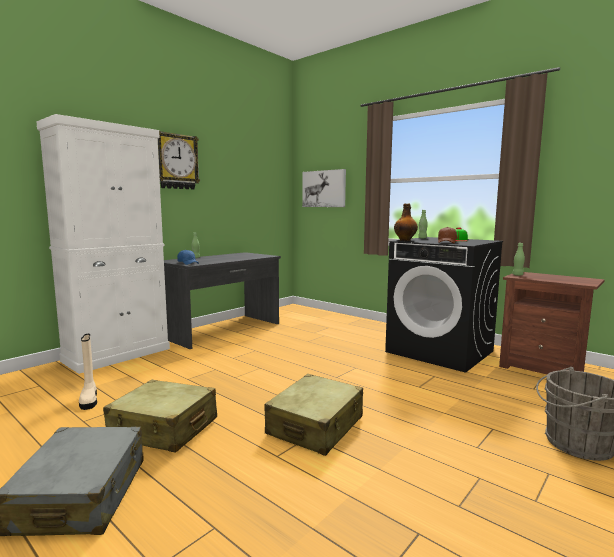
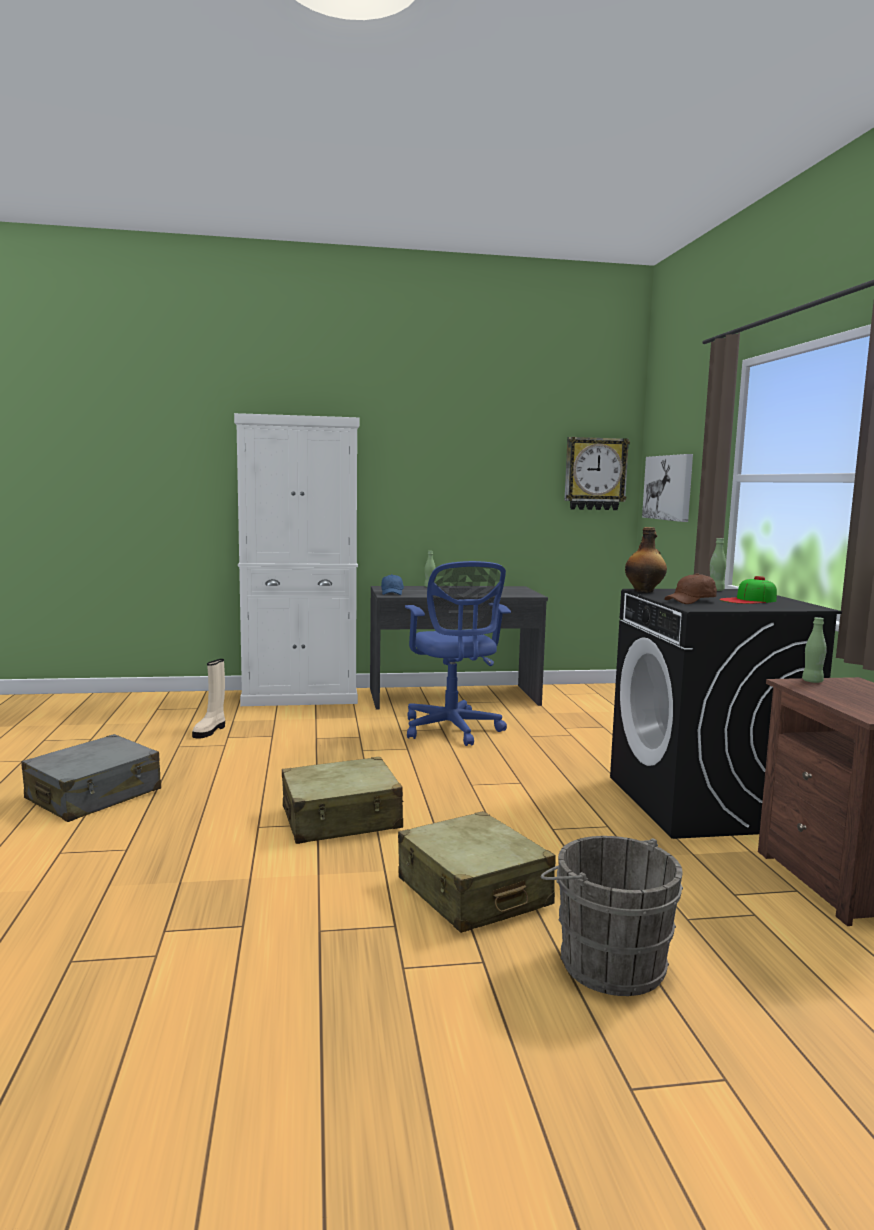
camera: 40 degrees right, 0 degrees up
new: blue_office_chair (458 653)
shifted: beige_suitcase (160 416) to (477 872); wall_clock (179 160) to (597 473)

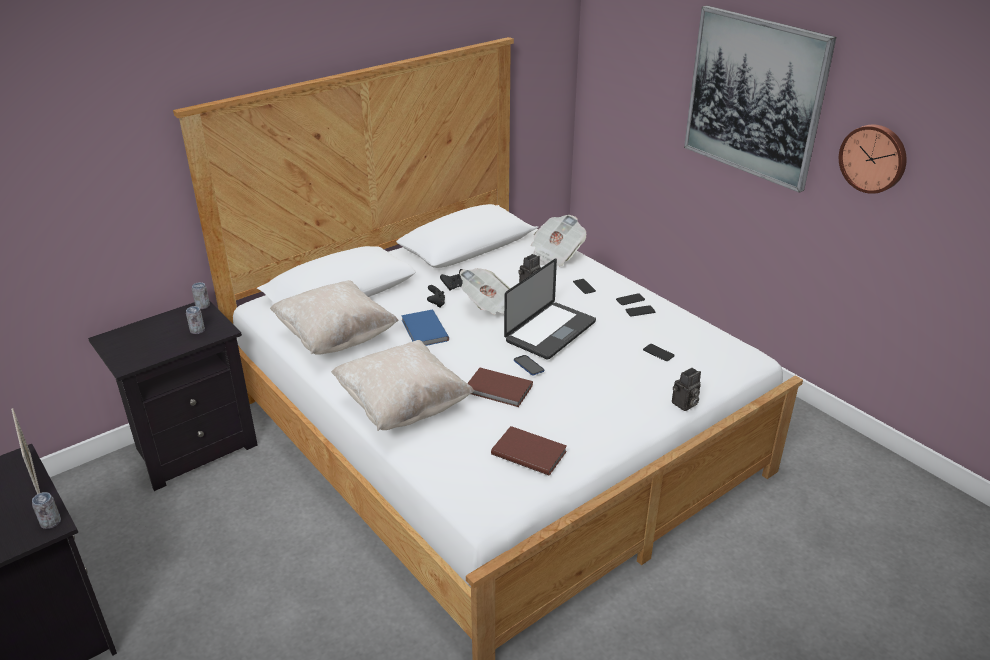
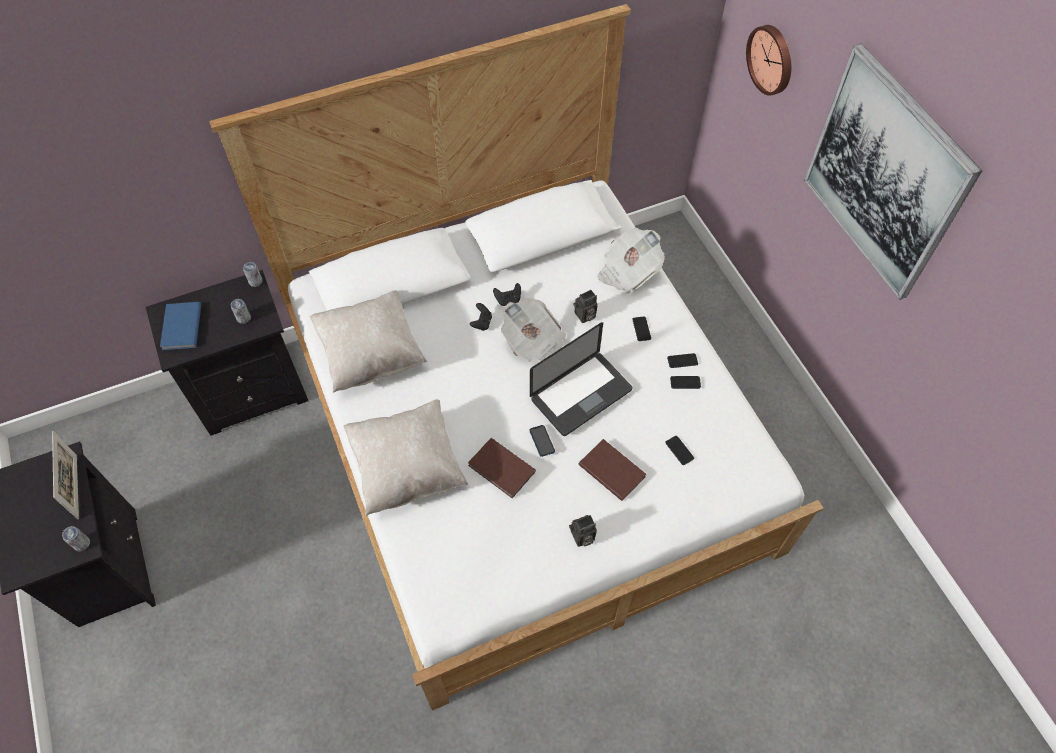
camera: 15 degrees right, 25 degrees up
shifted: blue_book (425 328) to (180 326); brown_book (529 450) to (612 470); photo_camera (686 389) to (583 531); wall_clock (873 159) to (768 60)

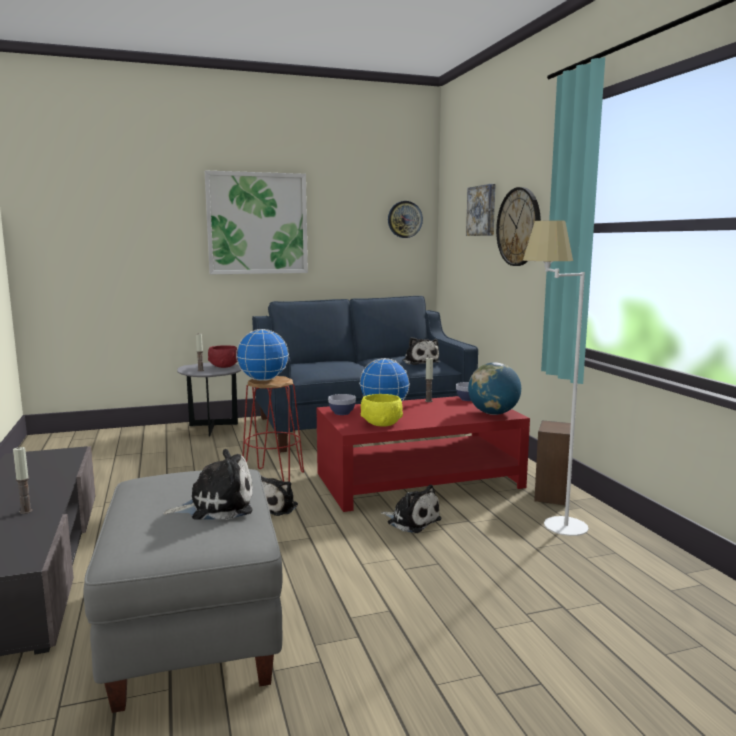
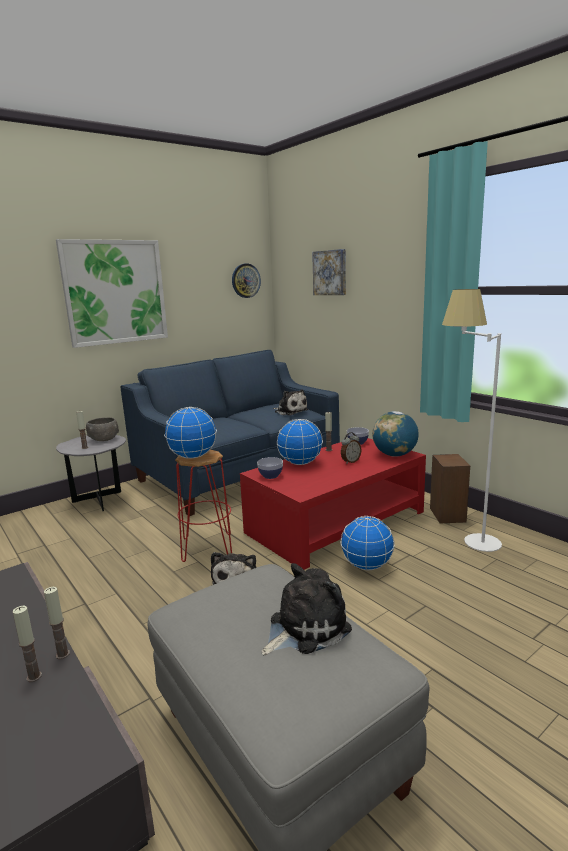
camera: 20 degrees left, 5 degrees up
gone: yellow_bowl (382 410); wall_clock (518 226)
new: candle (57 623); alarm_clock (351 448)
swapped: plush_toy (411 509) to globe (368 543)
repainted: red_bowl (223 356) to grey_bowl (102 429)

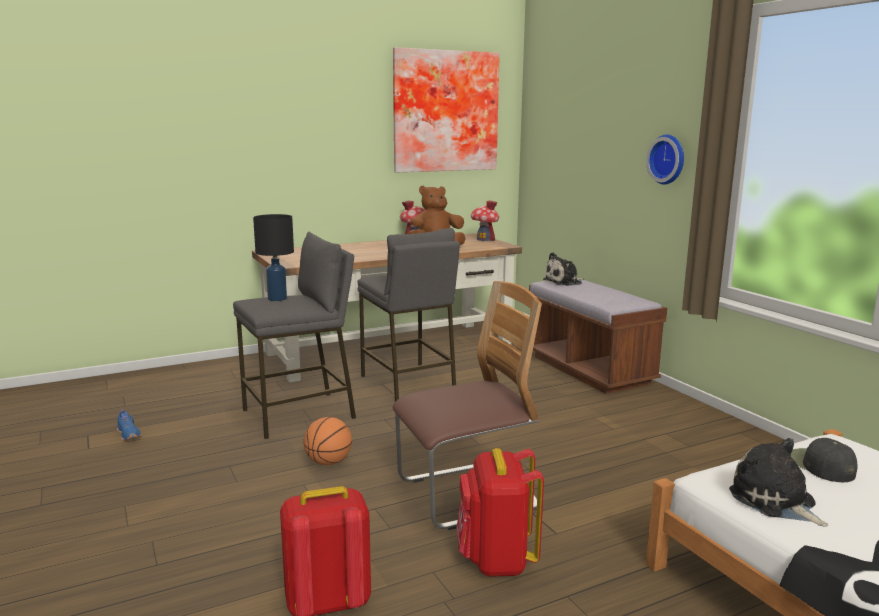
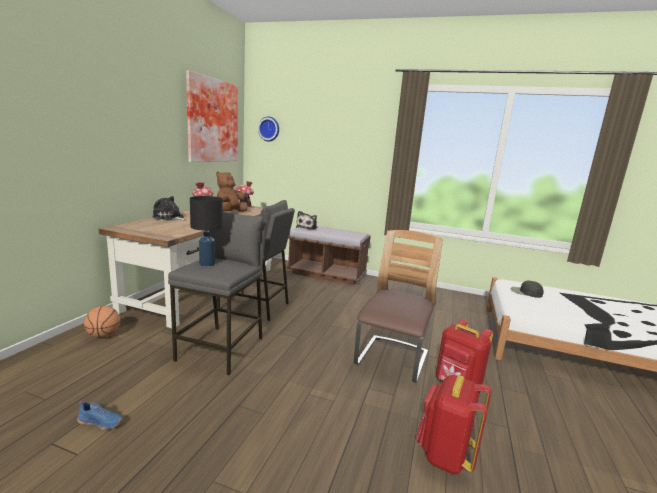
camera: 45 degrees left, 0 degrees up
shifted: basketball (328 441) to (102 322); wall_clock (665 160) to (268 129); plush_toy (778 482) to (169 208)

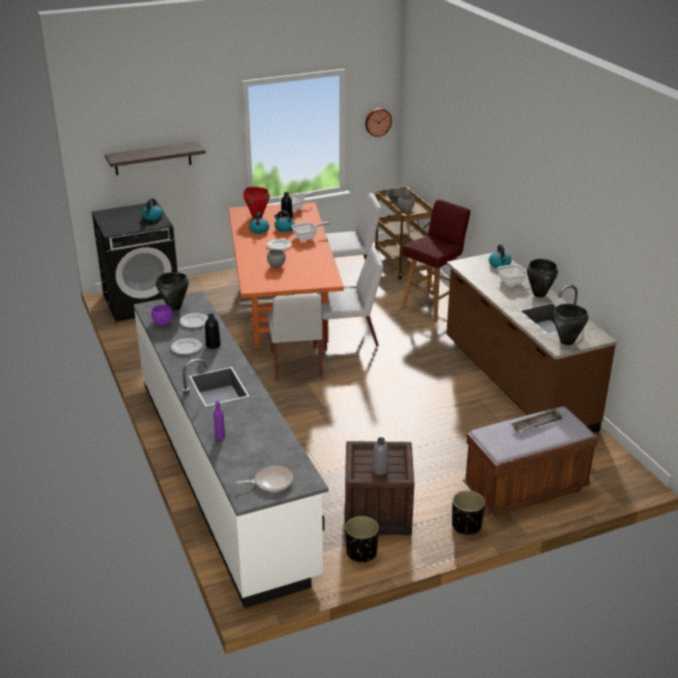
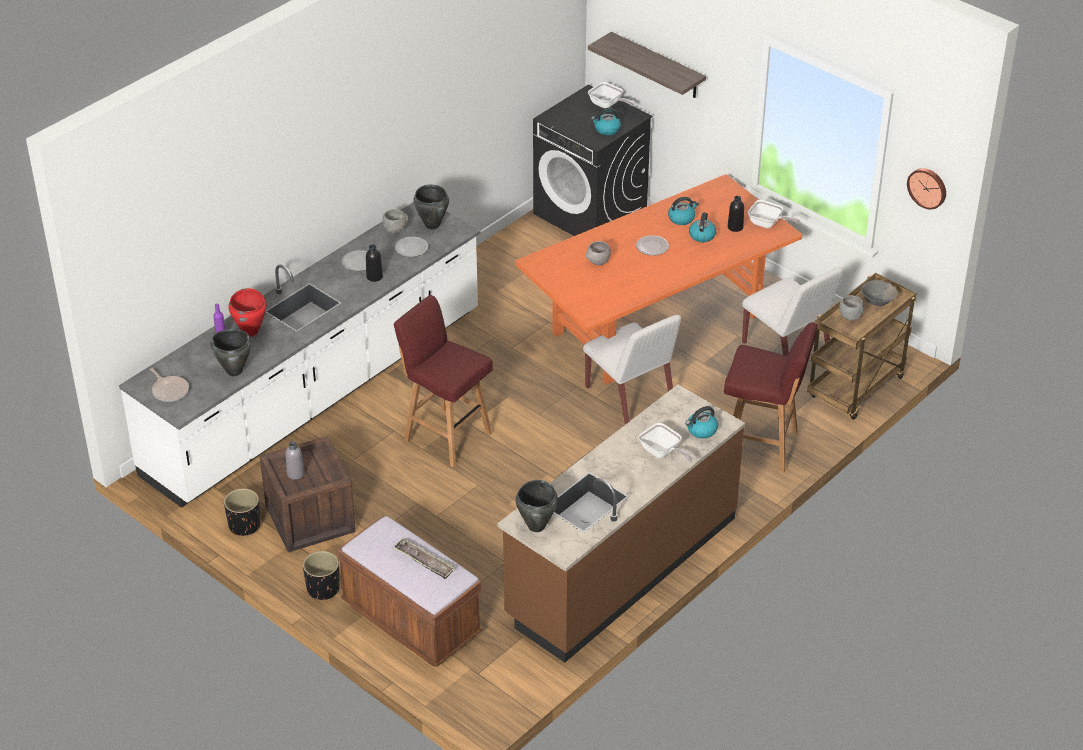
camera: 65 degrees right, 10 degrees up
gone: white_chair (295 337)
new: red_stool (443 381)
shifted: red_cooking_pot (256 202) to (247 312); frying_pan (310 231) to (611 95); black_cooking_pot (542 278) to (231 352)
repainted: purple_bowl (162 315) to grey_bowl (395 221)

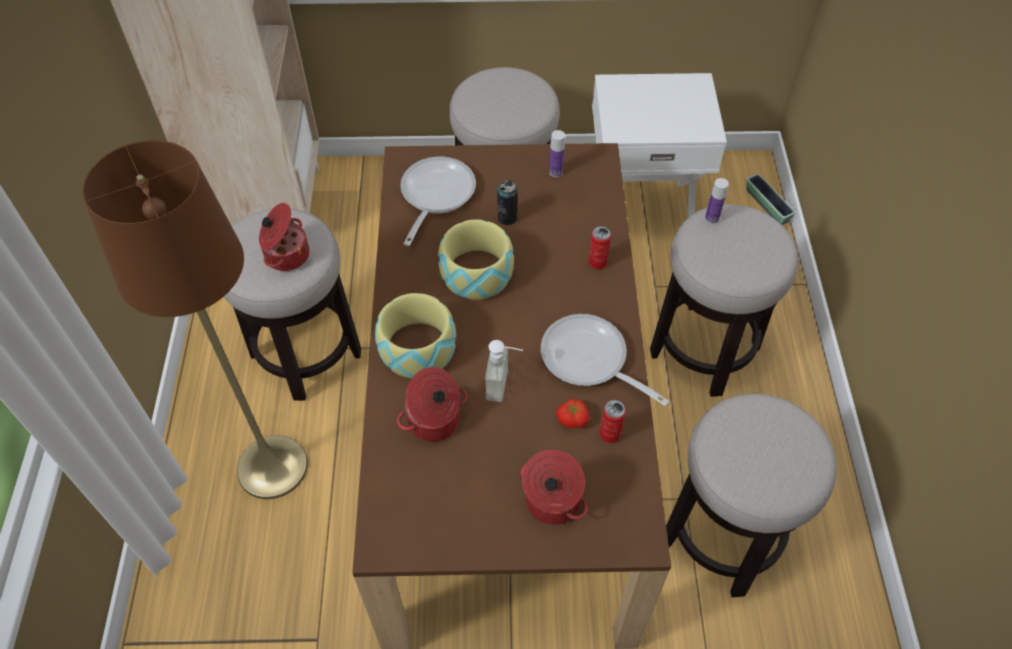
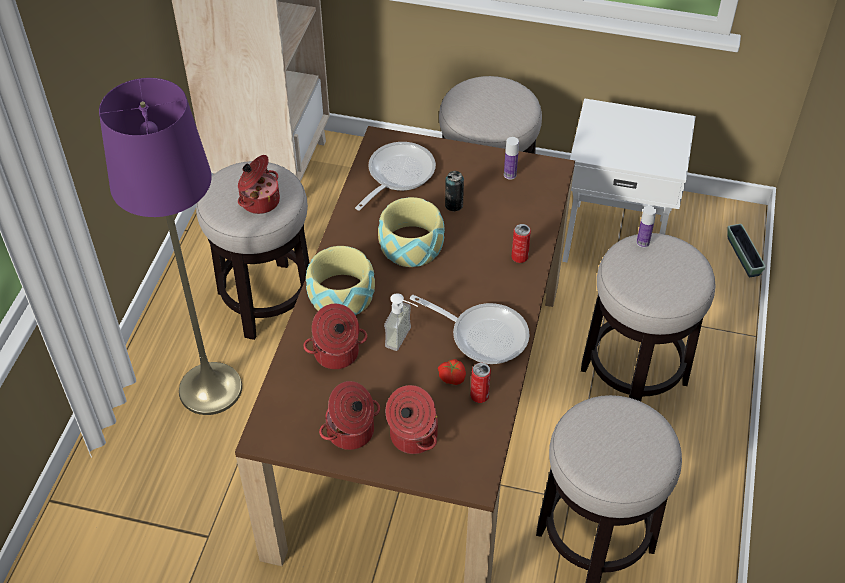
camera: 15 degrees right, 5 degrees down
new: cooking_pot (349 415)
repainted: brown_floor_lamp (195 319) to purple_floor_lamp (170 246)
rotated: frying_pan (605 360) = (470 329) 150 degrees clockwise

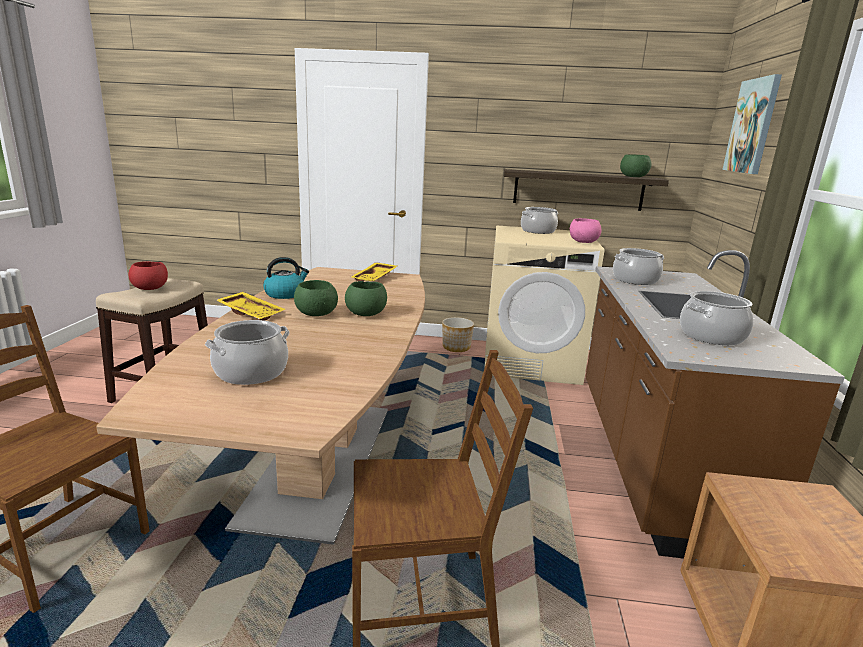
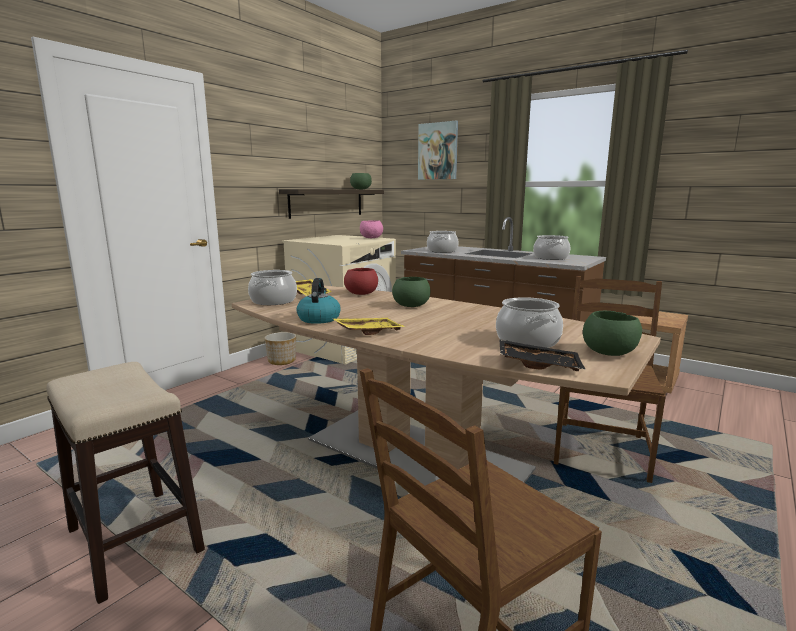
camera: 60 degrees left, 5 degrees down
new: black_tray (542 355)
shifted: red_bowl (148 275) to (361 281); green_bowl (316 298) to (612 333); cooking_pot (539 220) to (272 287)

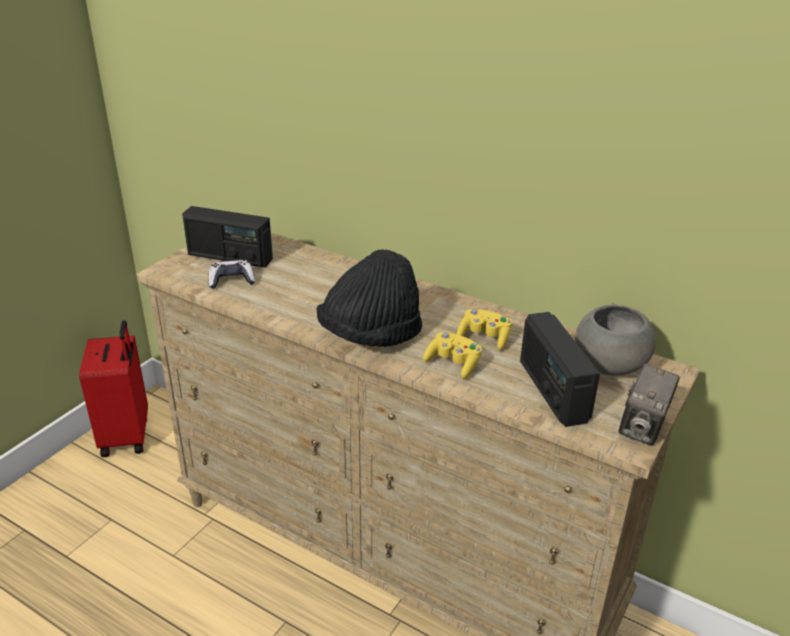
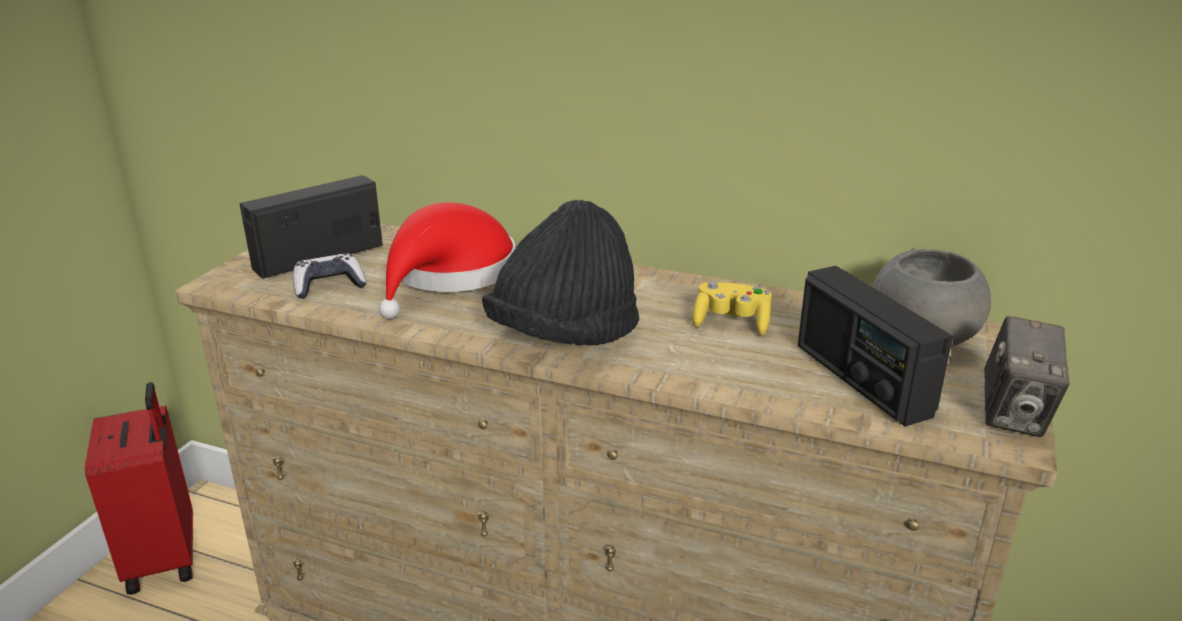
camera: 10 degrees left, 5 degrees down
gone: yellow_game_controller (452 355)
new: red_hat (447 260)
rotated: radio (227 237) = (311 227) 135 degrees clockwise

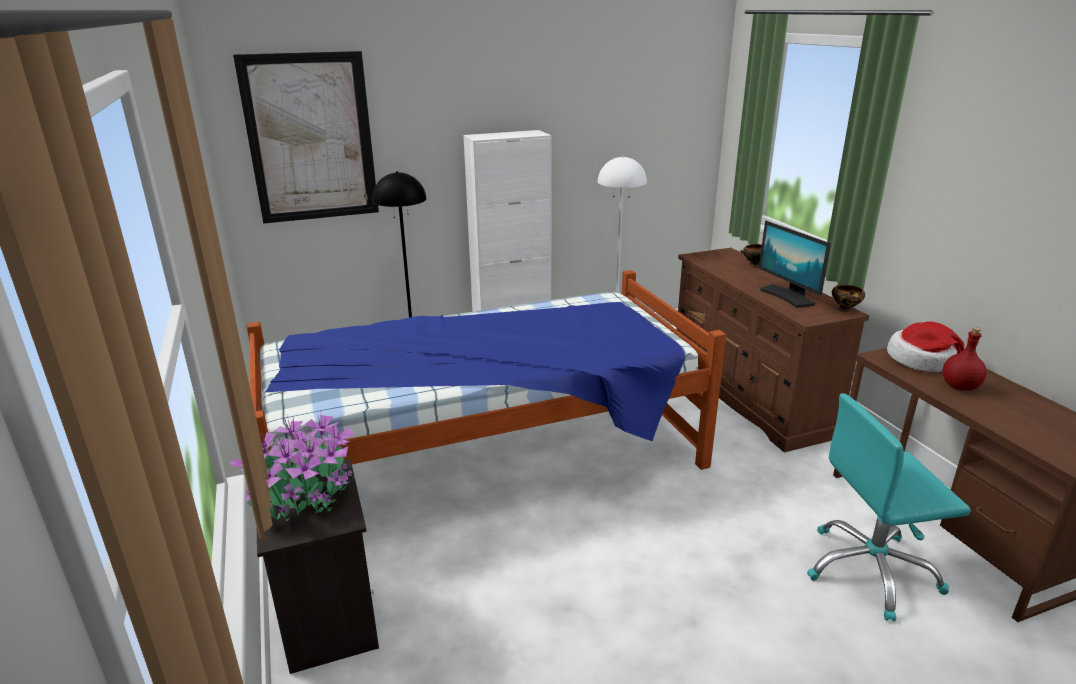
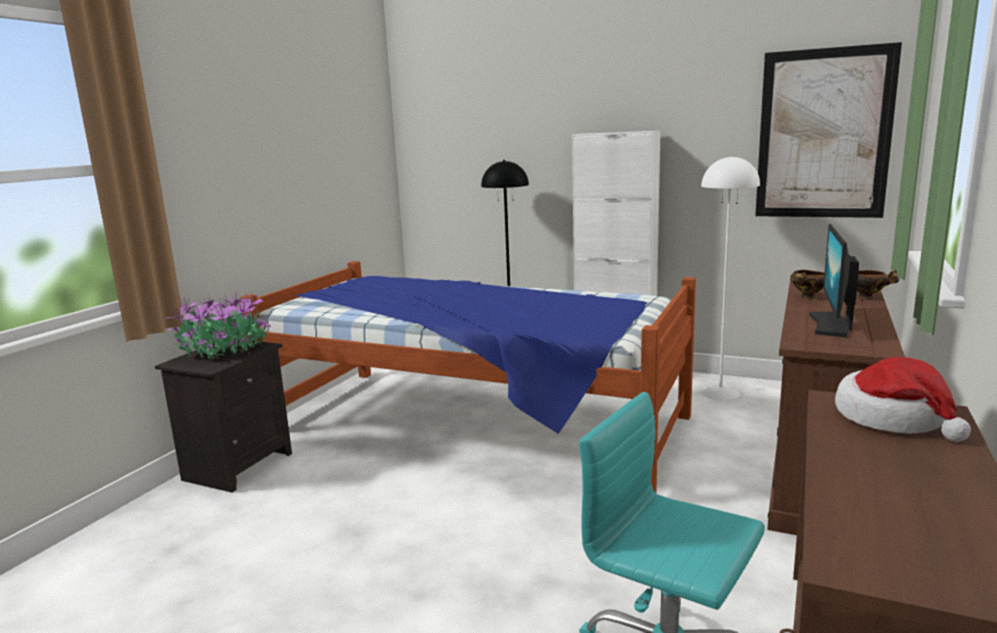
camera: 45 degrees right, 10 degrees down
gone: red_bottle (964 359)
shifted: picture (306 137) to (828 130); bowl (848 298) to (807 284)

